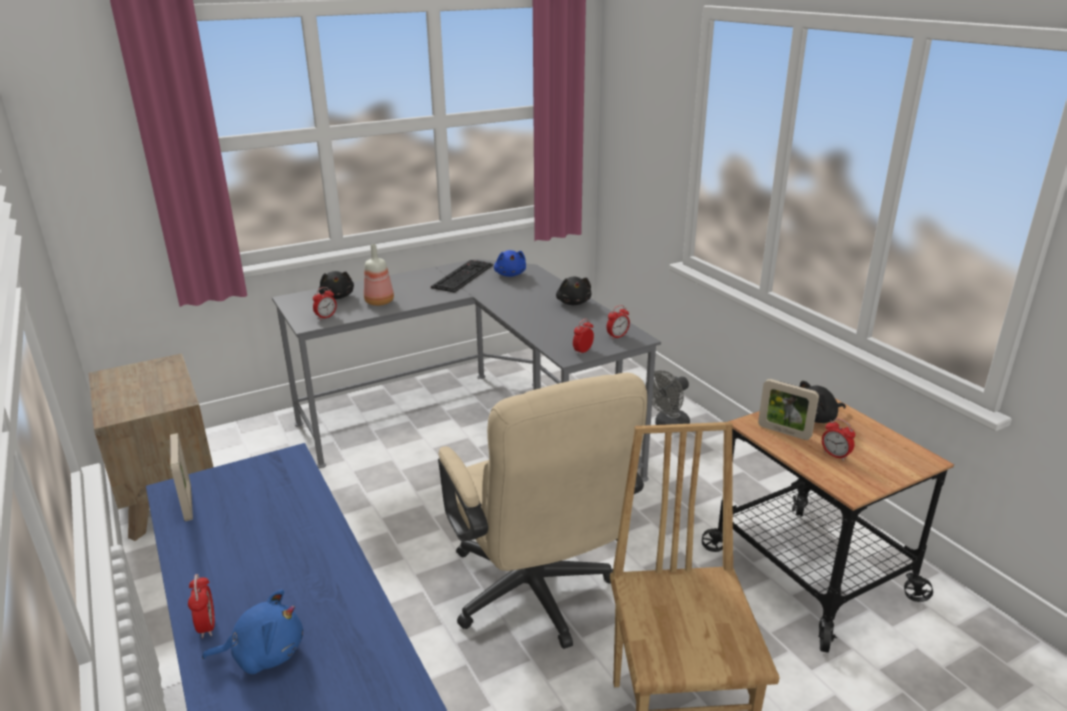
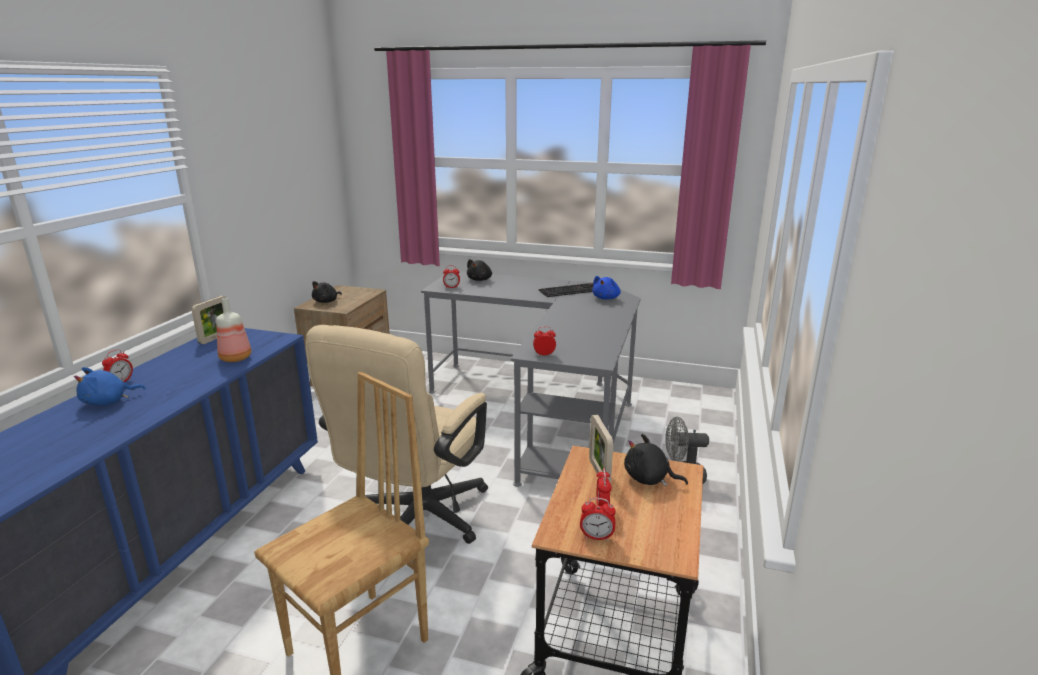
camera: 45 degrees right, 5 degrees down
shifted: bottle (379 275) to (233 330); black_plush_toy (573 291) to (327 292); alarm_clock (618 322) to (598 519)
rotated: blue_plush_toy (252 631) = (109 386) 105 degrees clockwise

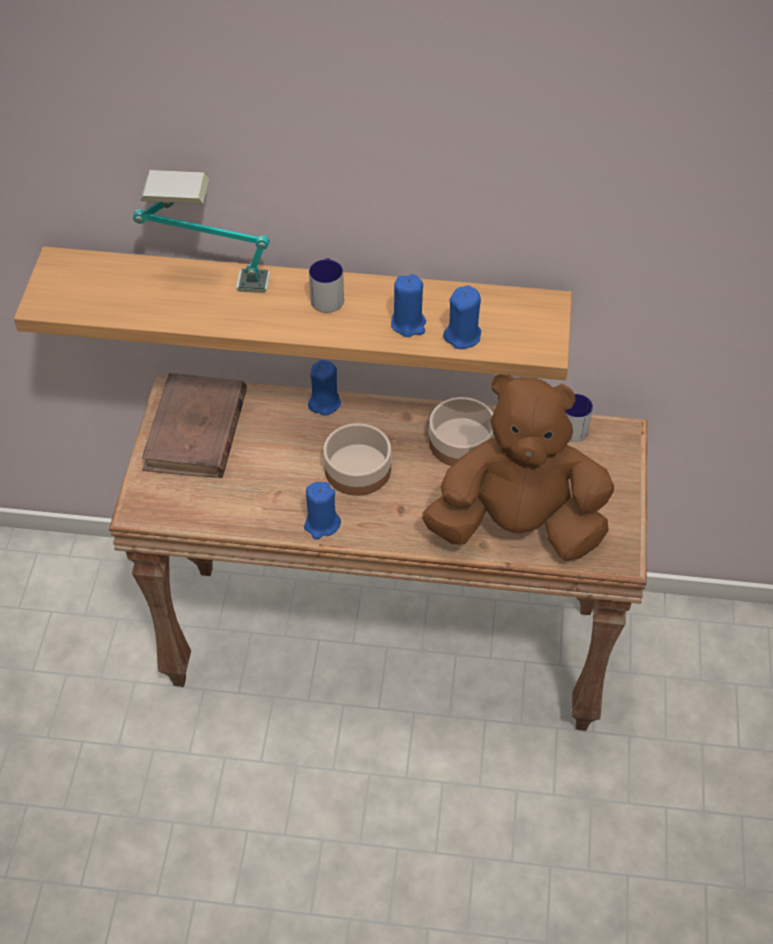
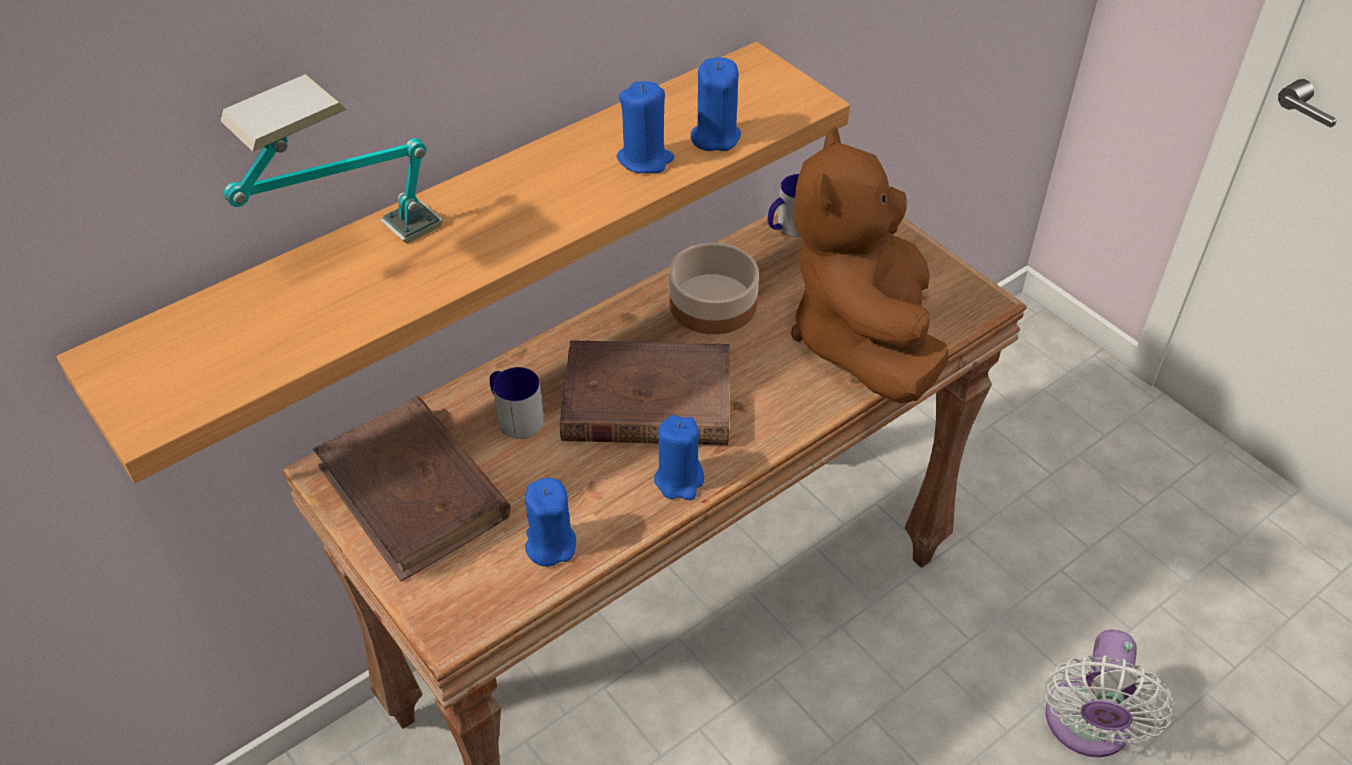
camera: 45 degrees left, 5 degrees down
new: white_fan (1109 693)
shifted: blue_candle (324 388) to (550 522); mug (326 285) to (517 403)
swapped: bowl (357 459) to brown_book (645 392)
rotated: brown_plush_toy (518 467) = (870 265) 45 degrees counterclockwise

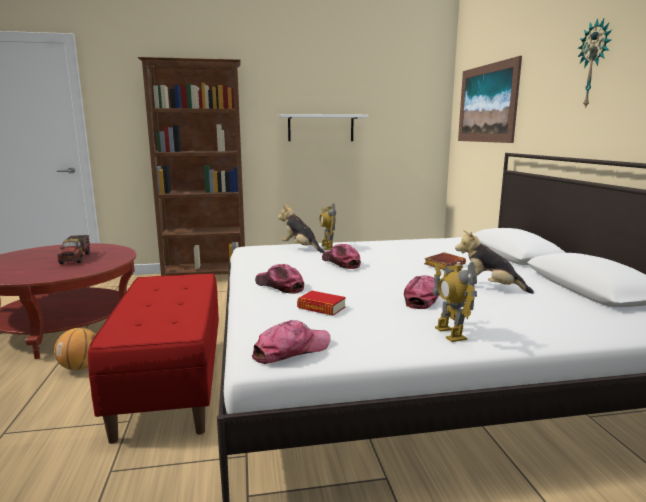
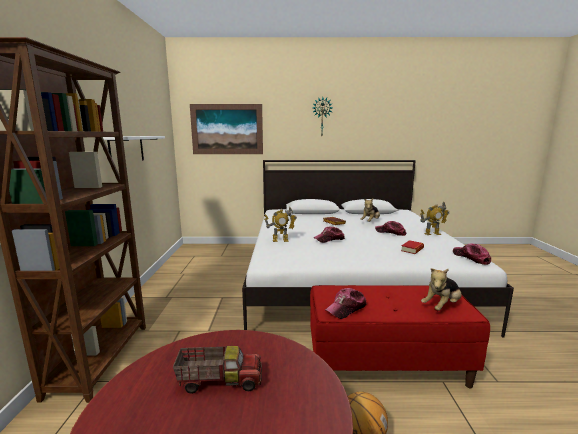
camera: 80 degrees left, 0 degrees up
shifted: cap (279 279) to (345 303); plush_toy (301 228) to (441 289)

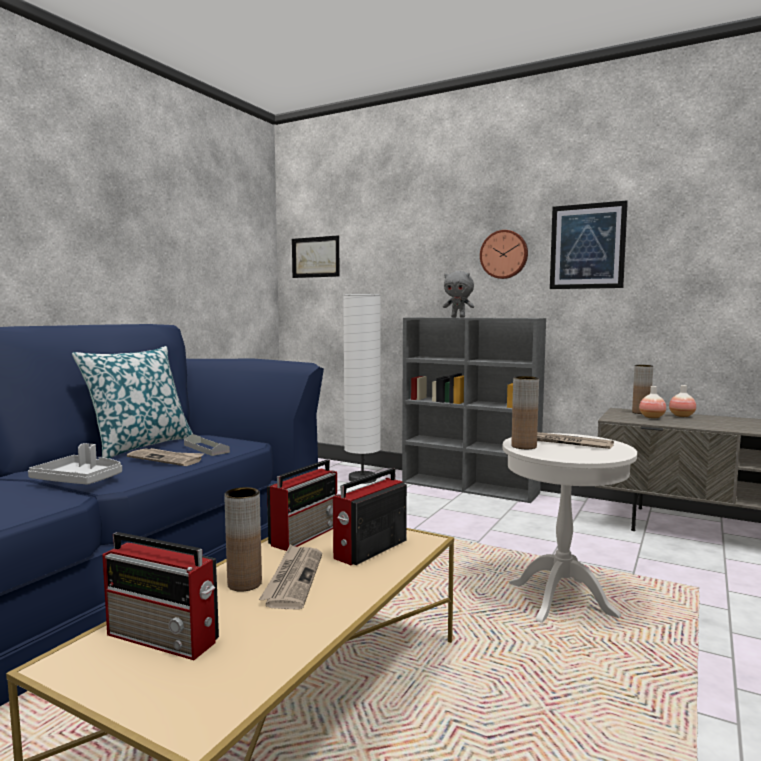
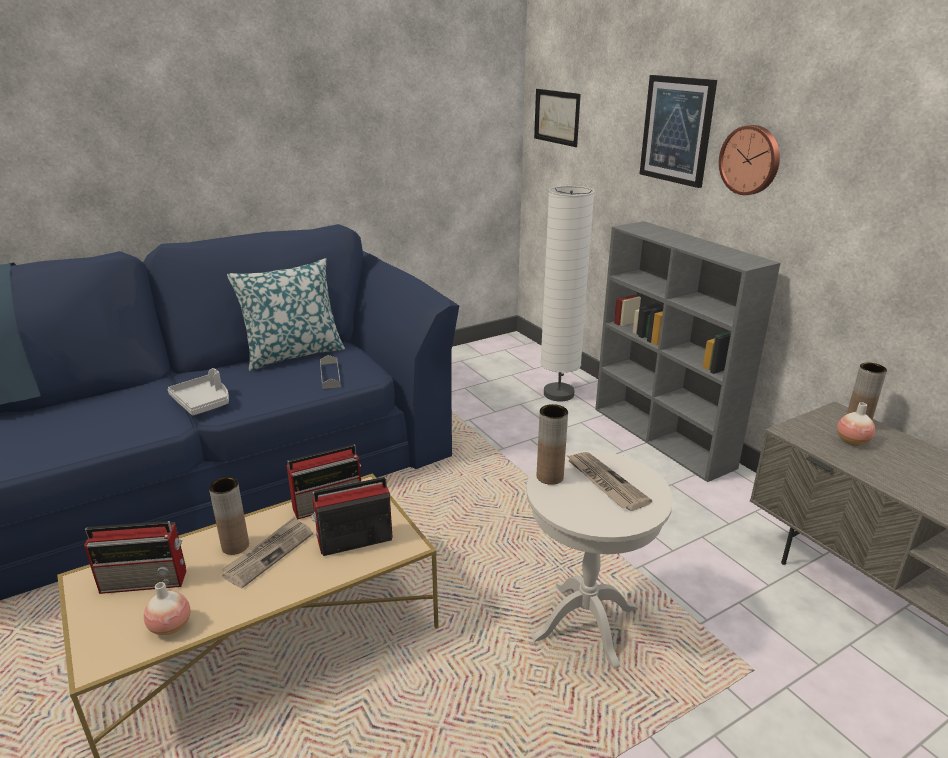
camera: 30 degrees right, 20 degrees up
gone: newspaper (165 457); grey_plush_toy (458 294)
shifted: picture (589 244) to (678 131); vase (682 401) to (167 608)
rotated: radio (160 596) = (135 557) 60 degrees counterclockwise

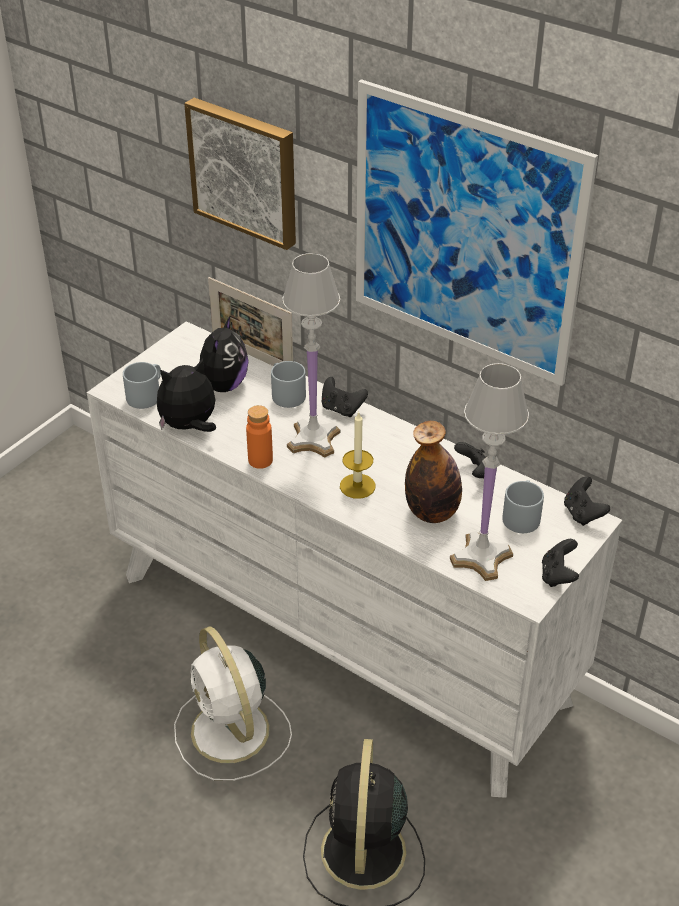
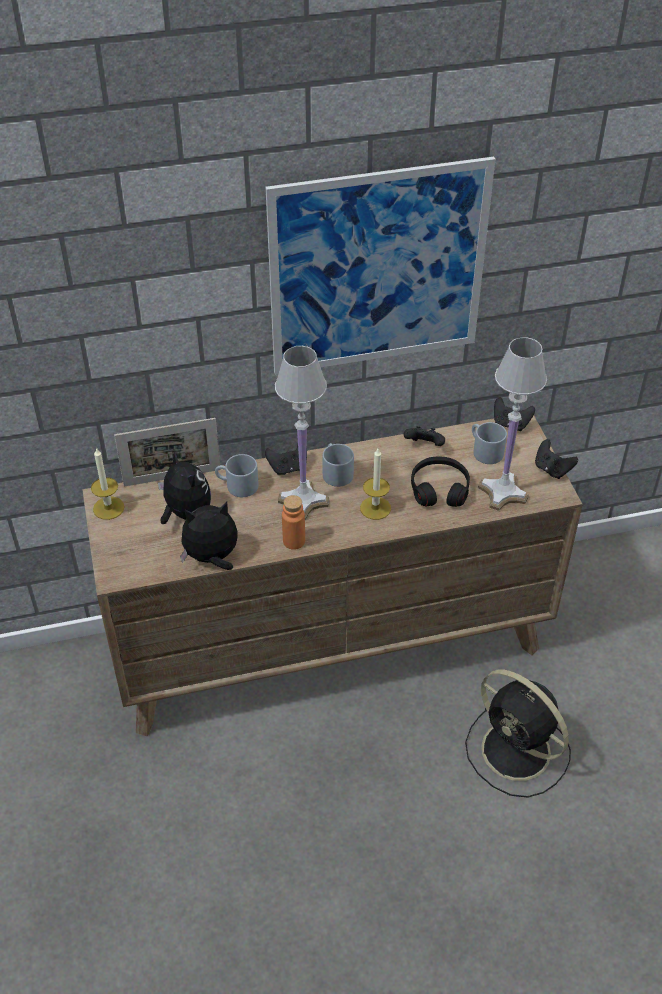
camera: 50 degrees left, 5 degrees up
gone: white_fan (233 704); picture (240 174)
new: candle (108 483)
shifted: grey_mug (142 385) to (338 465)
swapped: bottle (433 472) to black_headphones (440 482)
repainted: white_dresser (354 559) to brown_dresser (332 576)
rotated: plush_toy (186 395) = (209 536) 60 degrees clockwise

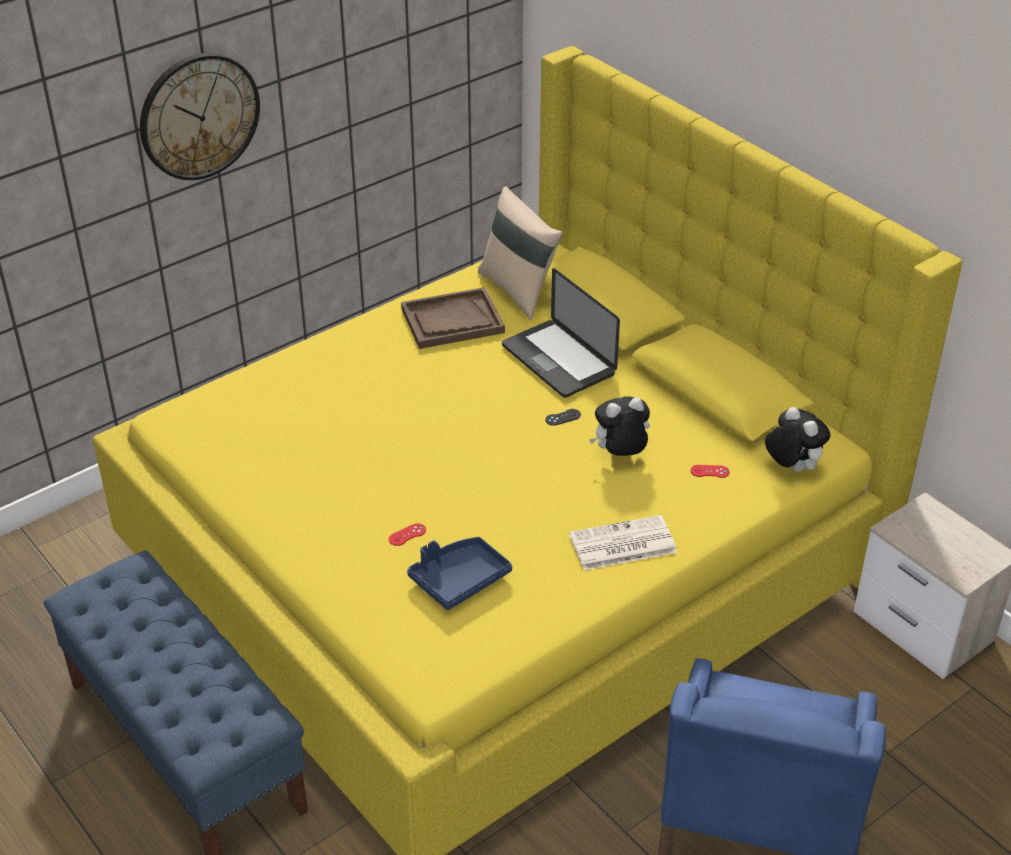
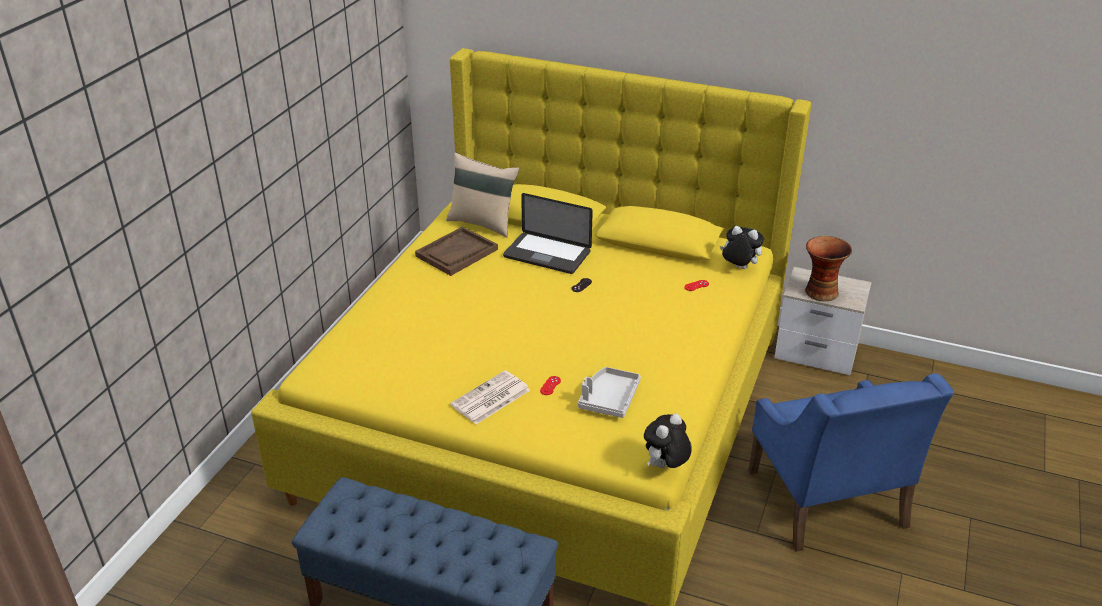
camera: 30 degrees left, 5 degrees down
gone: wall_clock (200 116)
new: vase (828 269)
shifted: newspaper (623 542) to (490 397); plush_toy (619 426) to (668 441)
repainted: blue_tray (459 573) to grey_tray (609 392)

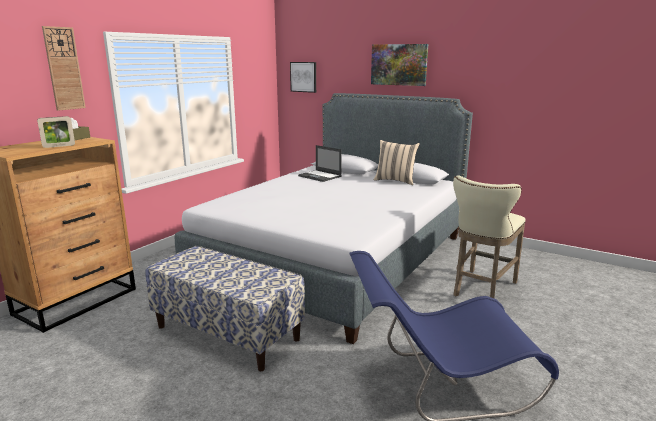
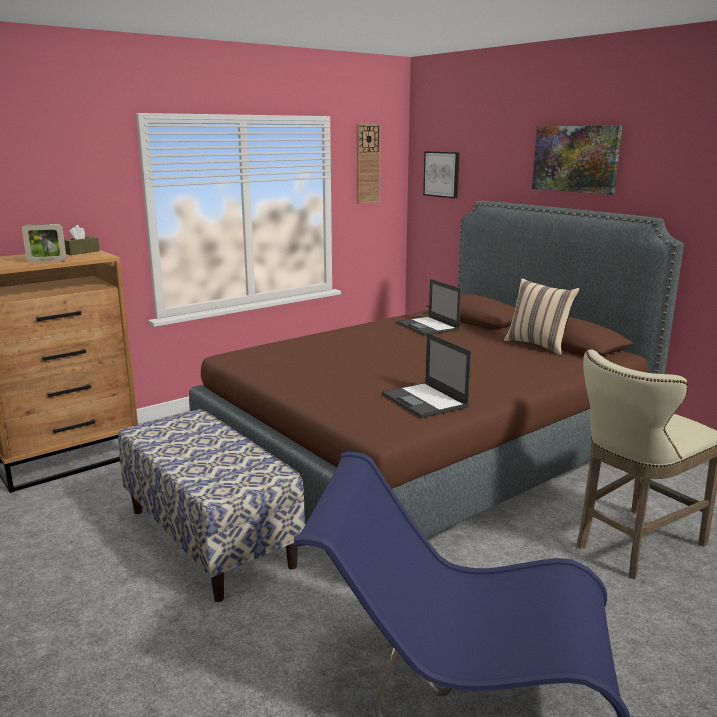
camera: 20 degrees right, 0 degrees up
new: laptop (426 375)
shifted: wall_clock (64 68) to (369 164)
repainted: grey_bed (324 218) to brown_bed (436 370)

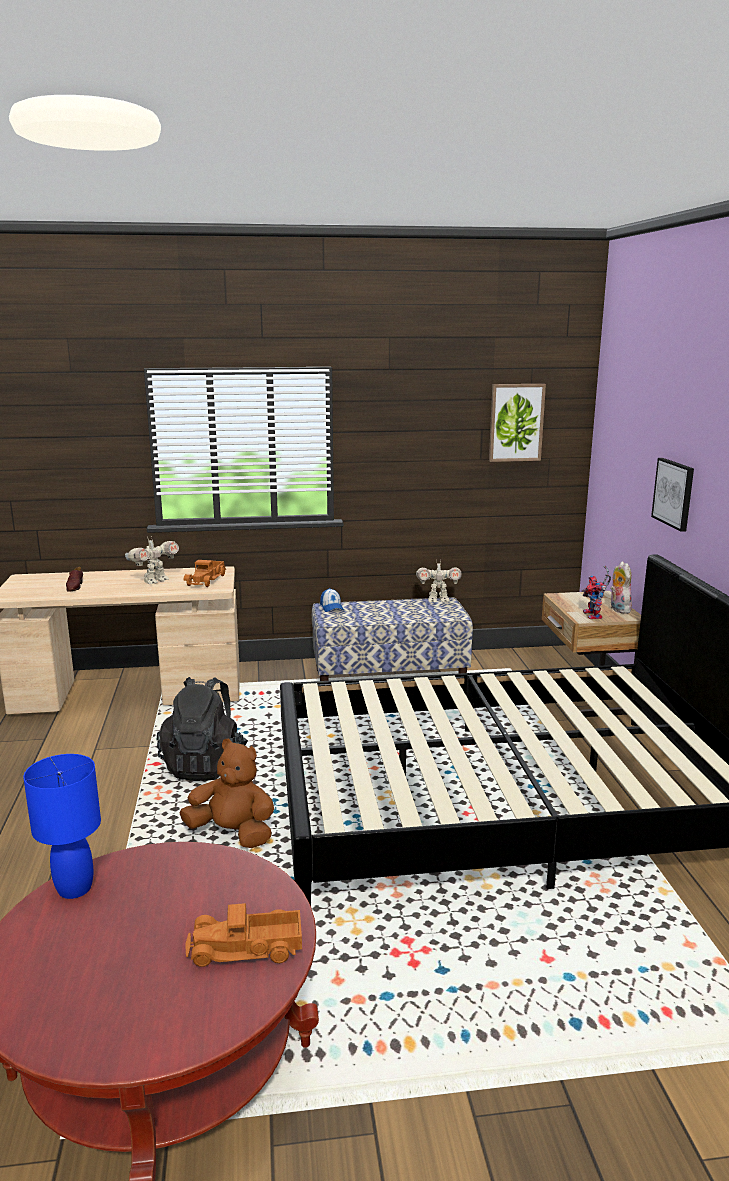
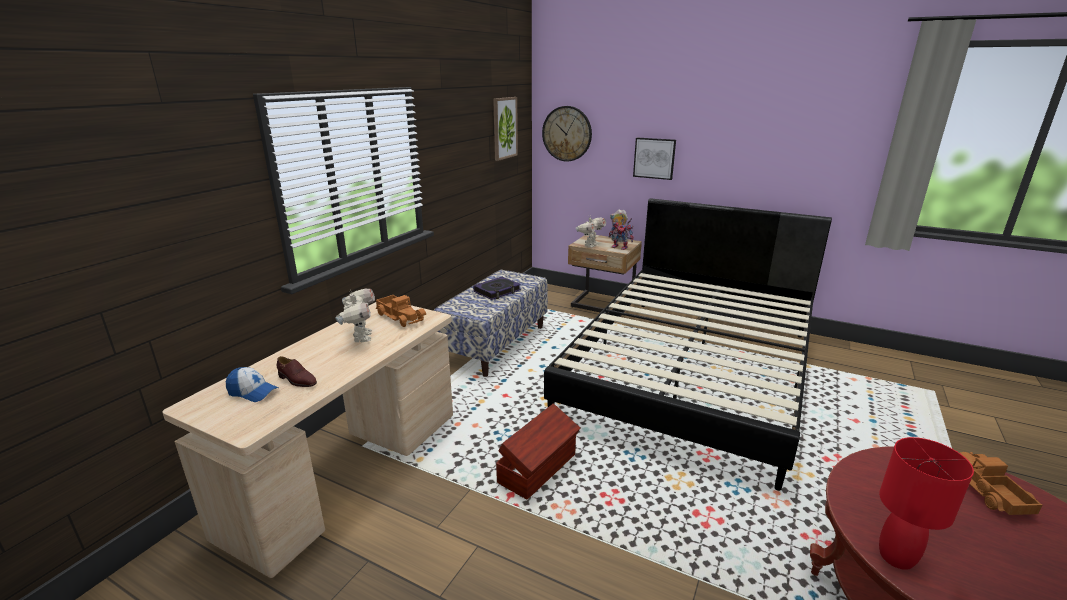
camera: 55 degrees left, 5 degrees up
gone: brown_plush_toy (226 793)
new: book (497 288); wall_clock (567 133)
shifted: cap (332 600) to (252 384); toy_robot (439 581) to (591 231)
swapped: black_backpack (202 729) to brown_storage_box (538 451)
repainted: blue_table_lamp (62 826) to red_table_lamp (926 503)
rotated: toy_truck (243 935) = (1001 483) 150 degrees clockwise

